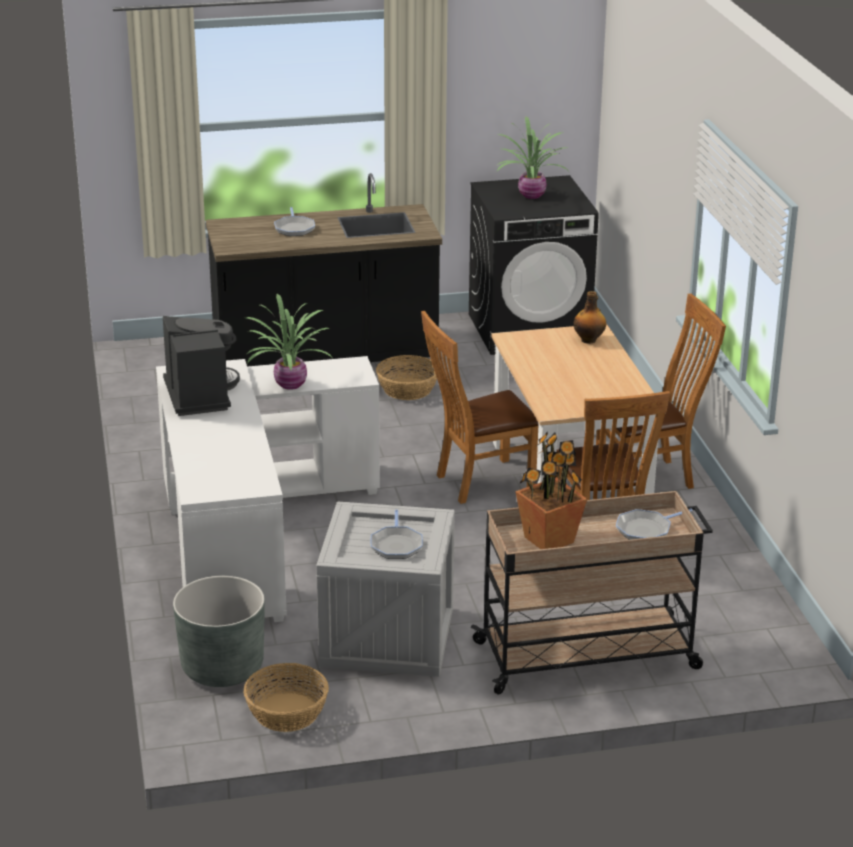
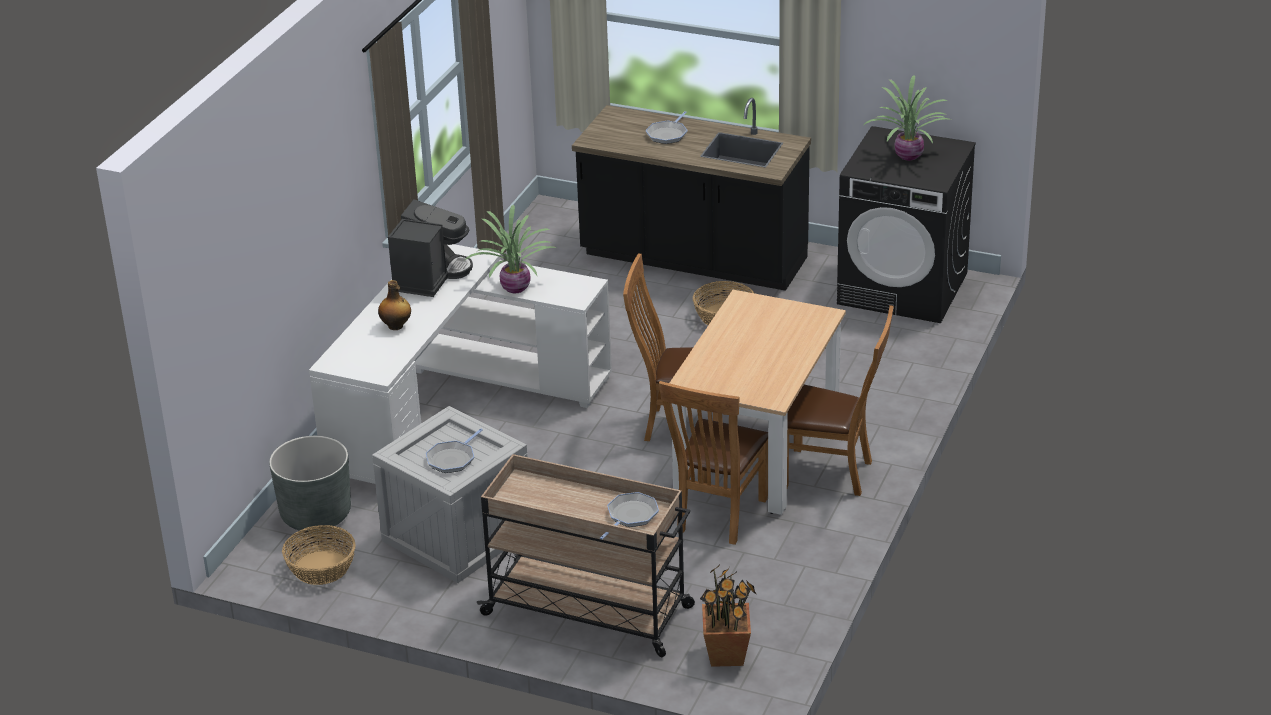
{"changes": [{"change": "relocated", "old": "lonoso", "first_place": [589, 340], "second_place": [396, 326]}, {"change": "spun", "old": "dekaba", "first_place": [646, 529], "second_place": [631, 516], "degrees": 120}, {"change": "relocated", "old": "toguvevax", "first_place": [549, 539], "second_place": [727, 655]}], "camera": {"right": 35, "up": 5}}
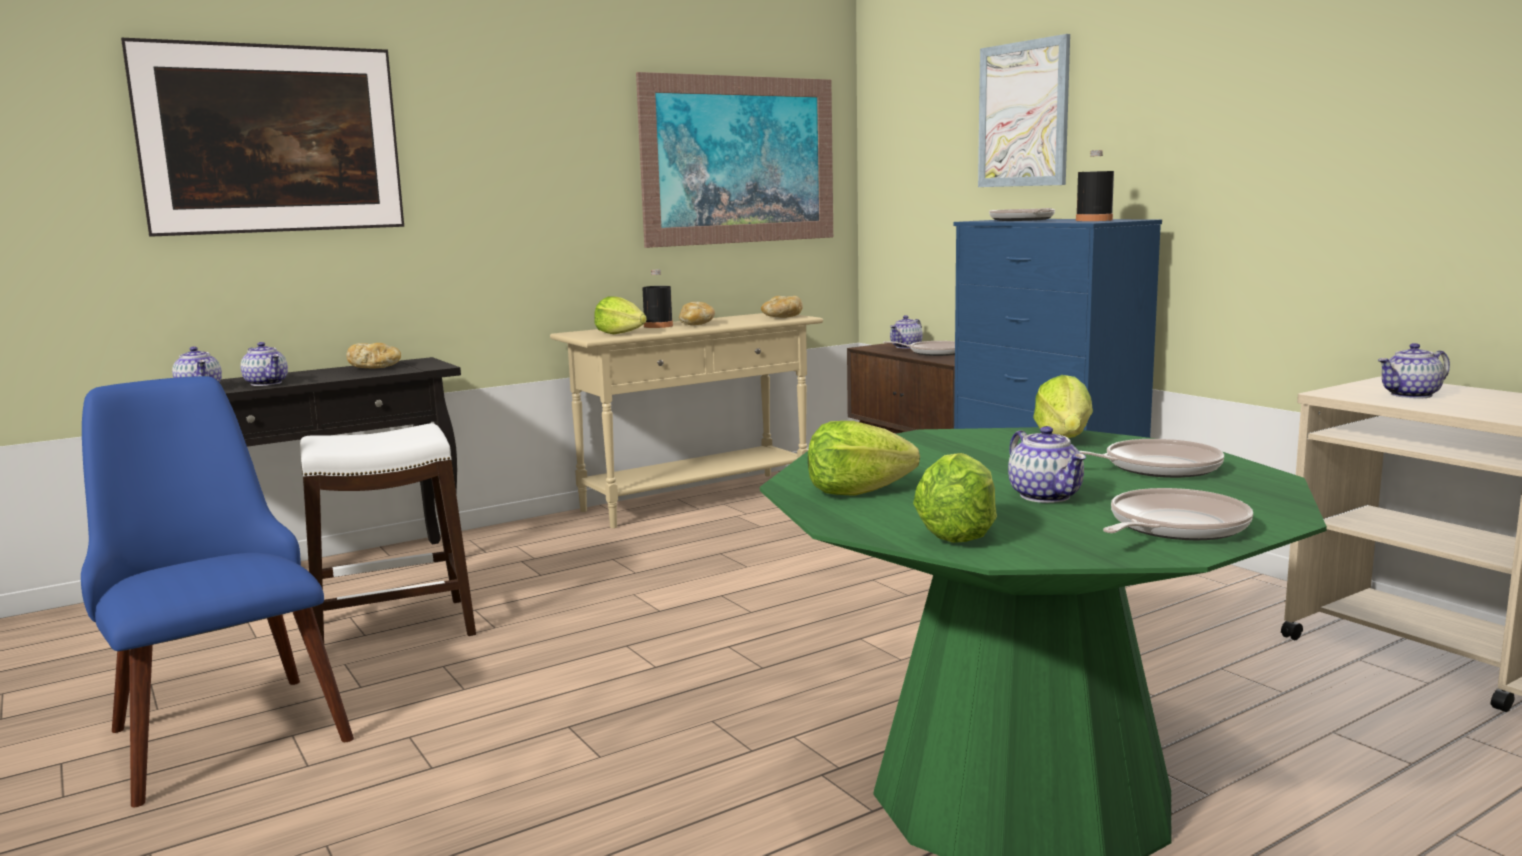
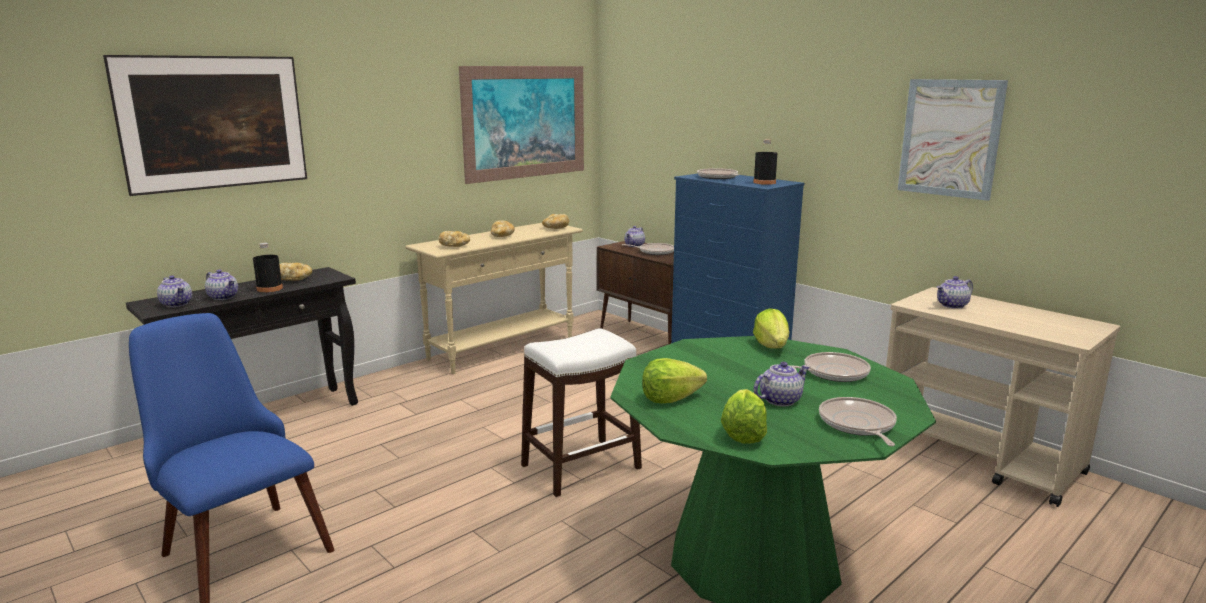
{"changes": [{"change": "relocated", "old": "black lonoso", "first_place": [658, 326], "second_place": [269, 289]}, {"change": "exchanged", "old": "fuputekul", "new": "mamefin", "first_place": [620, 333], "second_place": [454, 246]}, {"change": "relocated", "old": "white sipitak", "first_place": [392, 629], "second_place": [580, 466]}, {"change": "spun", "old": "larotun", "first_place": [1046, 496], "second_place": [780, 400], "degrees": -90}, {"change": "spun", "old": "dekaba", "first_place": [1173, 527], "second_place": [857, 425], "degrees": -45}, {"change": "relocated", "old": "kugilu", "first_place": [1023, 114], "second_place": [950, 138]}], "camera": {"right": -10, "up": 5}}
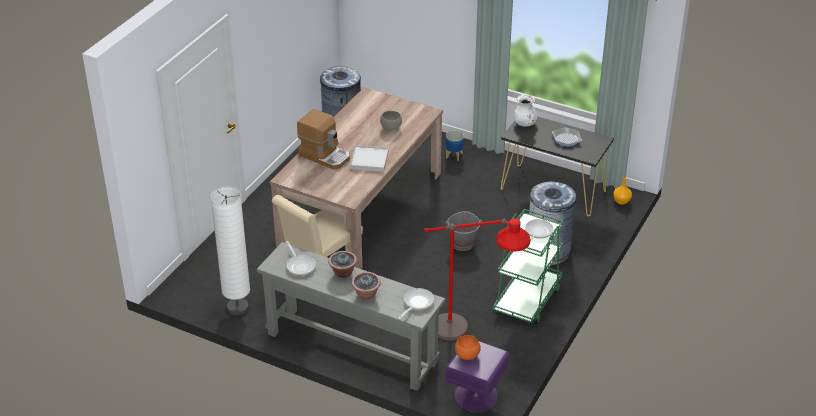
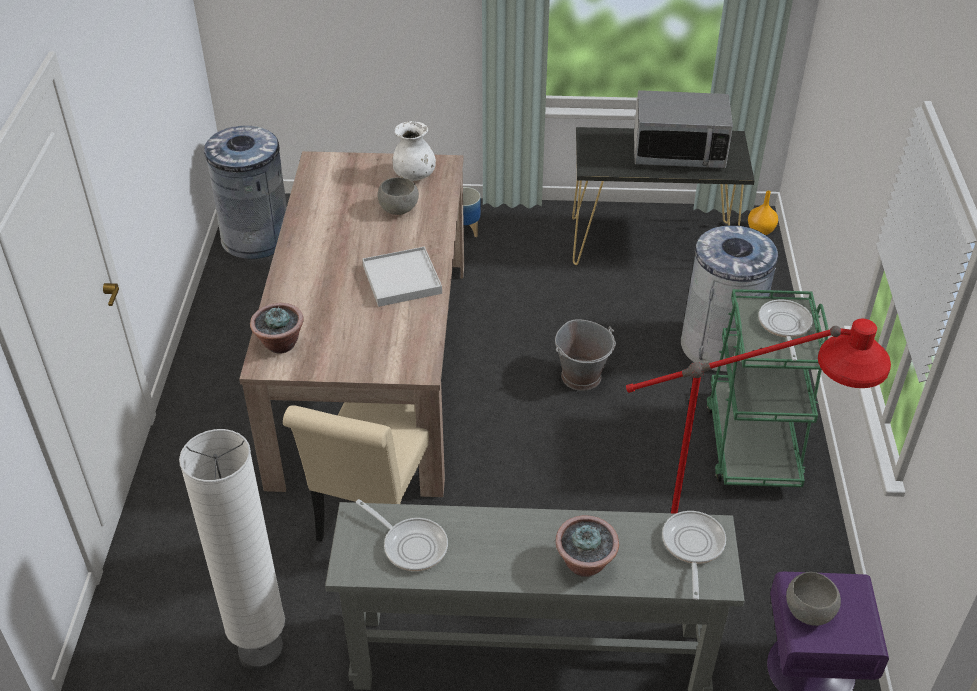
{"changes": [{"change": "relocated", "old": "toguvevax", "first_place": [343, 273], "second_place": [280, 344]}, {"change": "relocated", "old": "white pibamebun", "first_place": [525, 124], "second_place": [414, 175]}, {"change": "exchanged", "old": "dekaba", "new": "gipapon", "first_place": [566, 139], "second_place": [678, 152]}, {"change": "colour", "old": "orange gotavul", "new": "grey gotavul", "first_place": [467, 355], "second_place": [808, 612]}, {"change": "missing", "old": "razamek", "first_place": [325, 156]}], "camera": {"right": -25, "up": 5}}
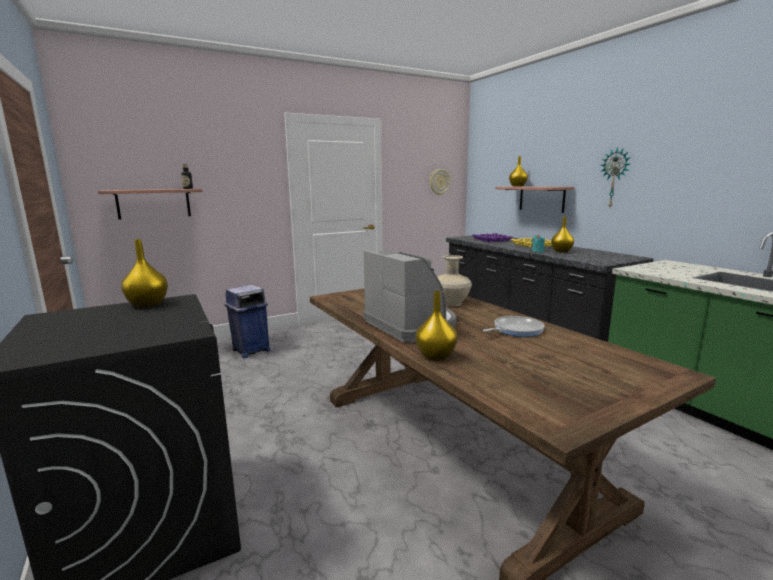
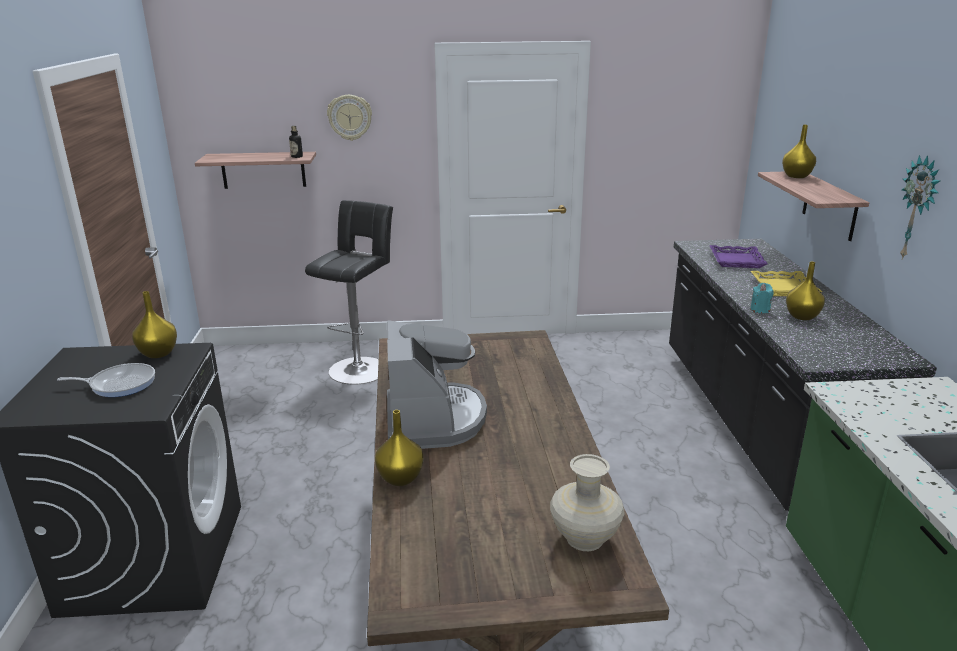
{"changes": [{"change": "relocated", "old": "dekaba", "first_place": [515, 330], "second_place": [119, 384]}, {"change": "exchanged", "old": "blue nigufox", "new": "black sipitak", "first_place": [250, 351], "second_place": [360, 368]}, {"change": "relocated", "old": "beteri", "first_place": [439, 182], "second_place": [350, 117]}, {"change": "relocated", "old": "beige pibamebun", "first_place": [450, 303], "second_place": [584, 537]}], "camera": {"right": 25, "up": 10}}
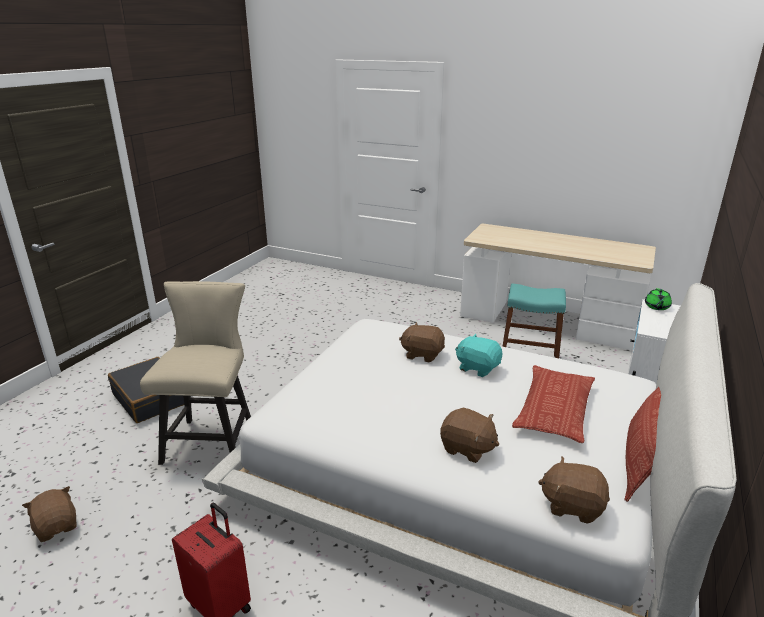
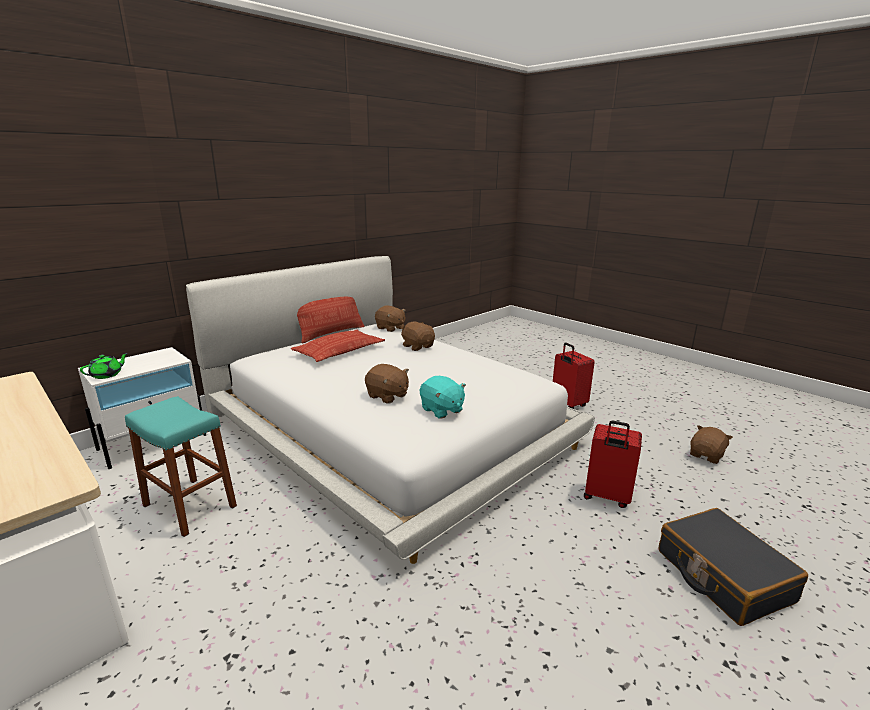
{"changes": [{"change": "relocated", "old": "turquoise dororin", "first_place": [477, 367], "second_place": [441, 410]}, {"change": "exchanged", "old": "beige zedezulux", "new": "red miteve", "first_place": [212, 438], "second_place": [606, 497]}, {"change": "spun", "old": "brown dororin", "first_place": [57, 526], "second_place": [706, 455], "degrees": -120}], "camera": {"right": -160, "up": -5}}
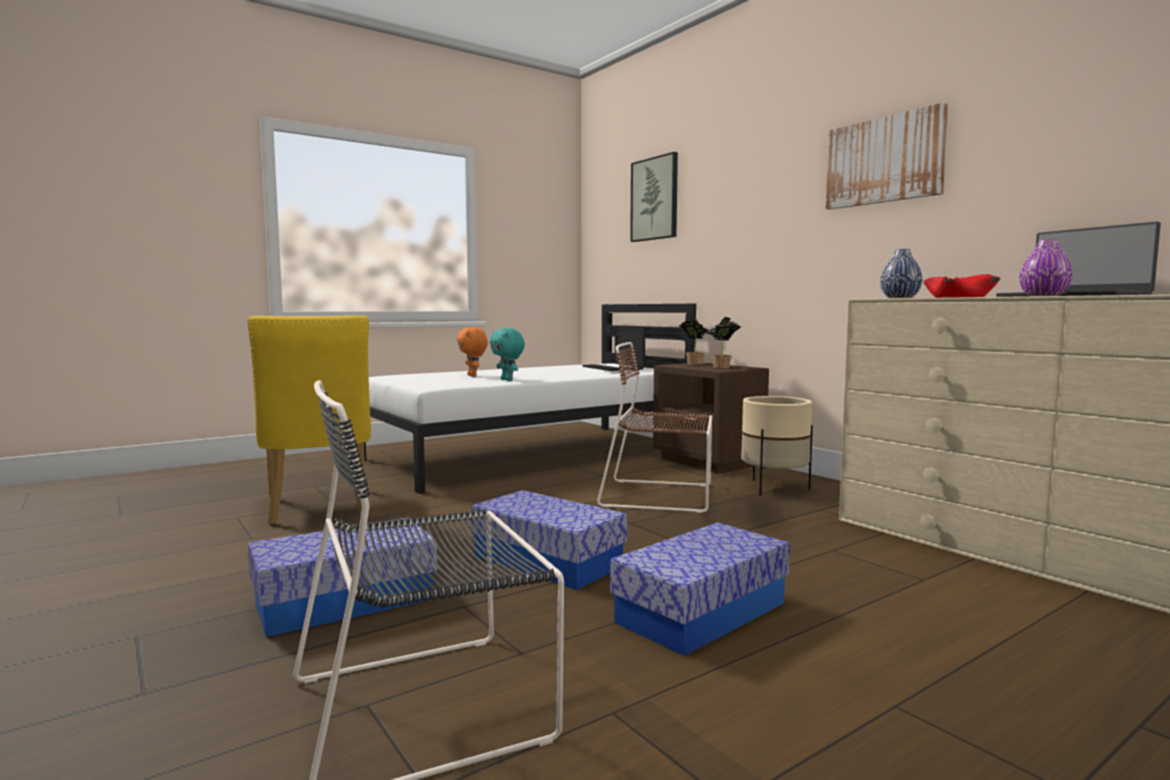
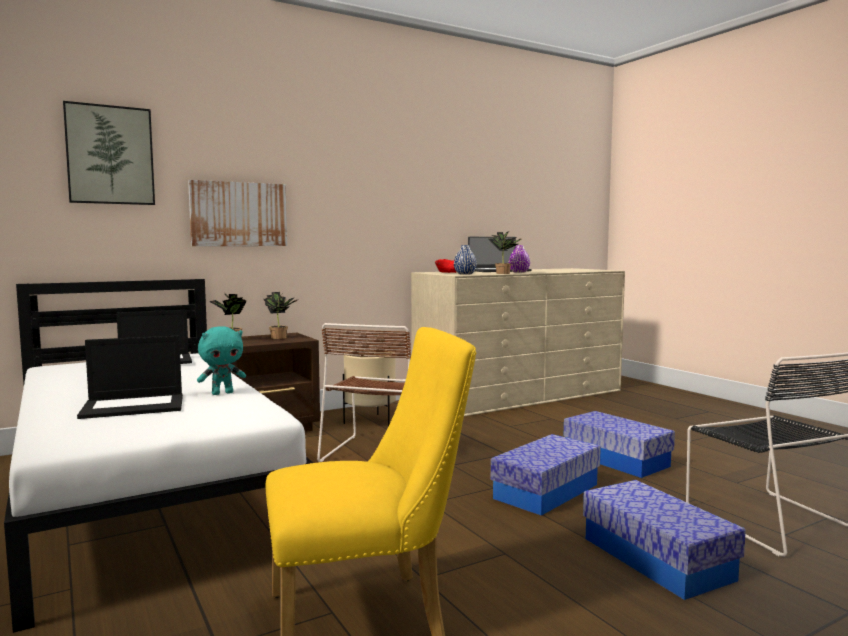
{"changes": [{"change": "exchanged", "old": "orange dororin", "new": "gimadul", "first_place": [473, 376], "second_place": [135, 406]}, {"change": "relocated", "old": "kugilu", "first_place": [884, 160], "second_place": [239, 214]}, {"change": "appeared", "new": "toguvevax", "second_place": [505, 273]}], "camera": {"right": -85, "up": 0}}
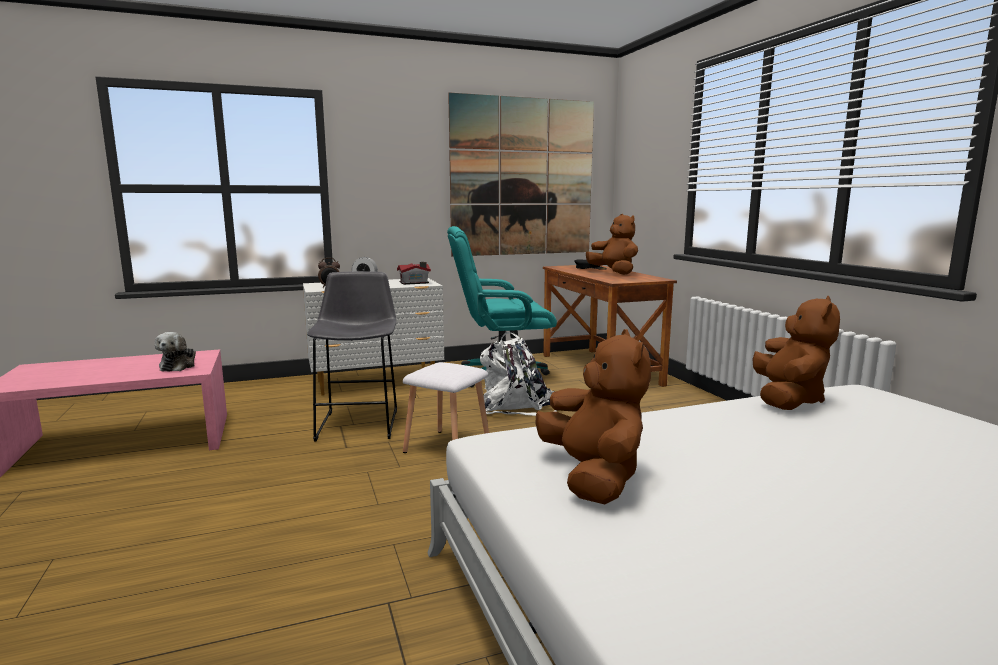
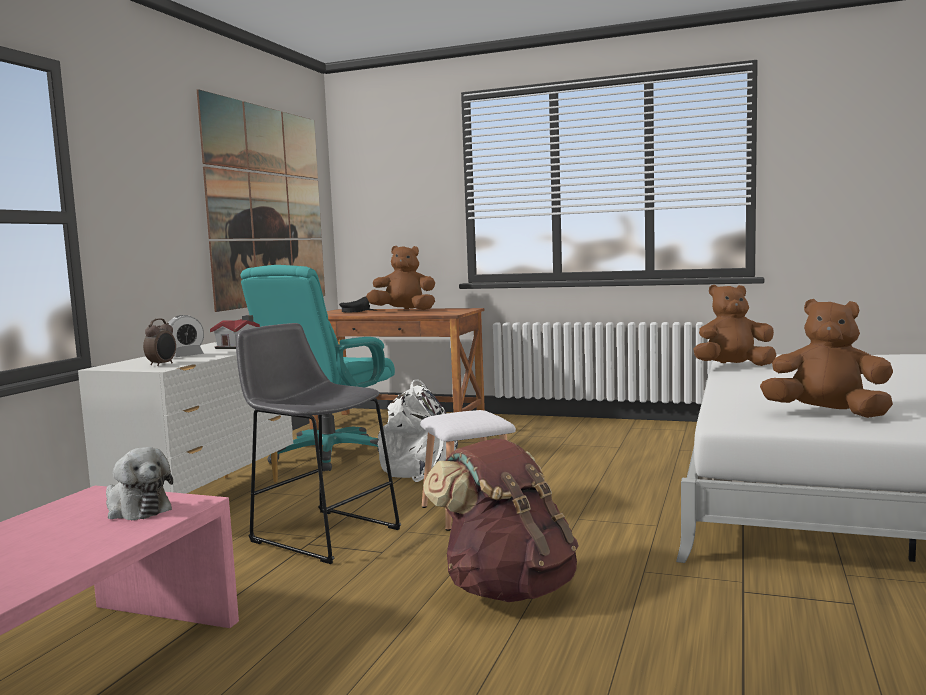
{"changes": [{"change": "appeared", "new": "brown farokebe", "second_place": [508, 588]}, {"change": "spun", "old": "brown dororin", "first_place": [787, 399], "second_place": [733, 366], "degrees": -60}], "camera": {"right": -50, "up": -5}}
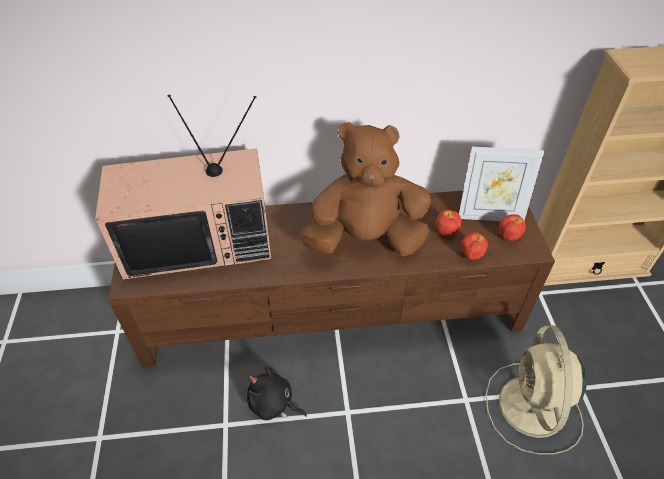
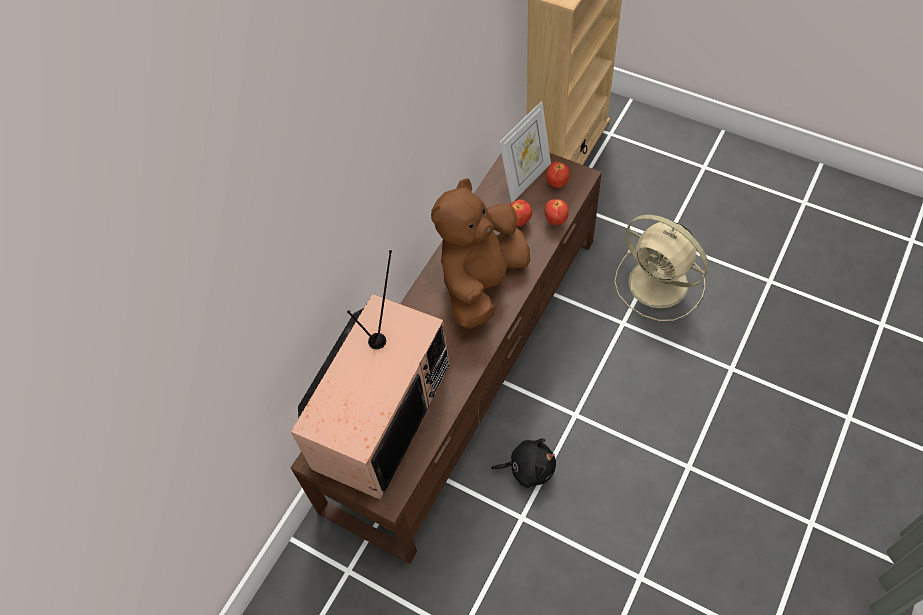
{"changes": [{"change": "spun", "old": "black dororin", "first_place": [273, 404], "second_place": [528, 468], "degrees": -150}], "camera": {"right": -50, "up": 10}}
